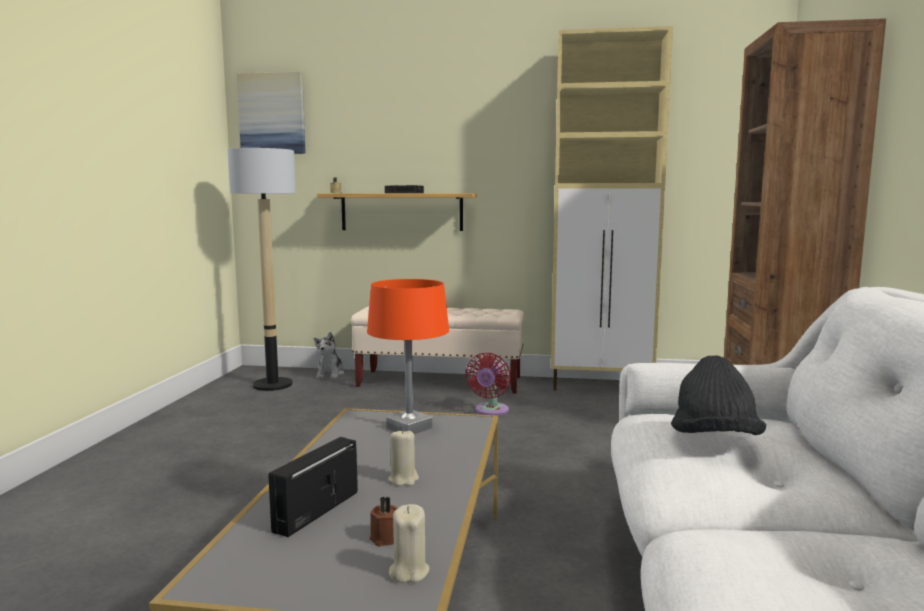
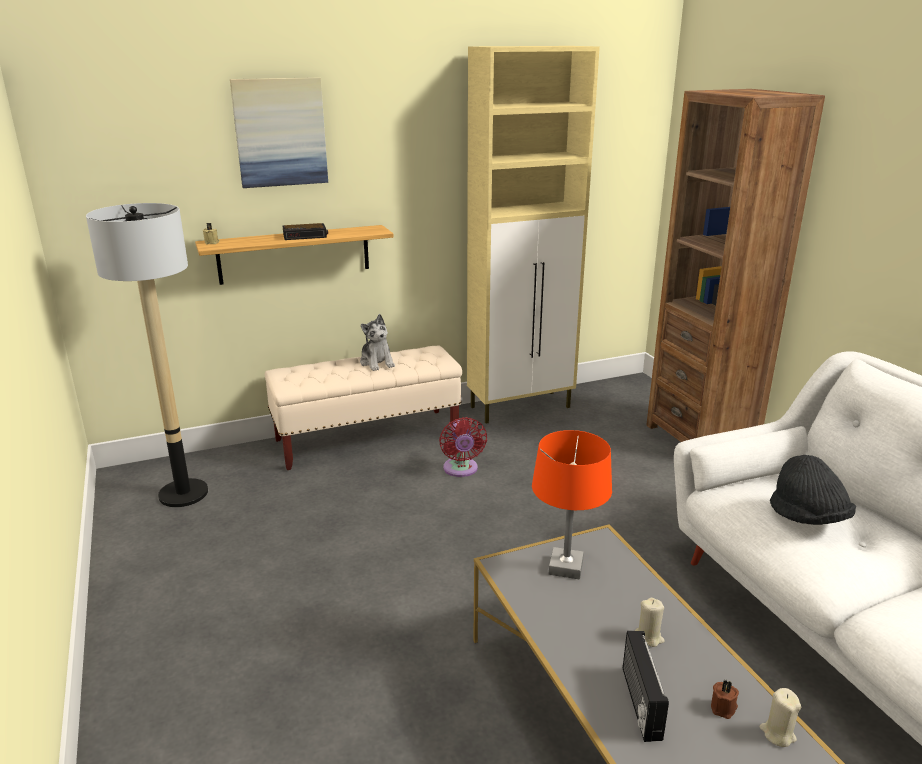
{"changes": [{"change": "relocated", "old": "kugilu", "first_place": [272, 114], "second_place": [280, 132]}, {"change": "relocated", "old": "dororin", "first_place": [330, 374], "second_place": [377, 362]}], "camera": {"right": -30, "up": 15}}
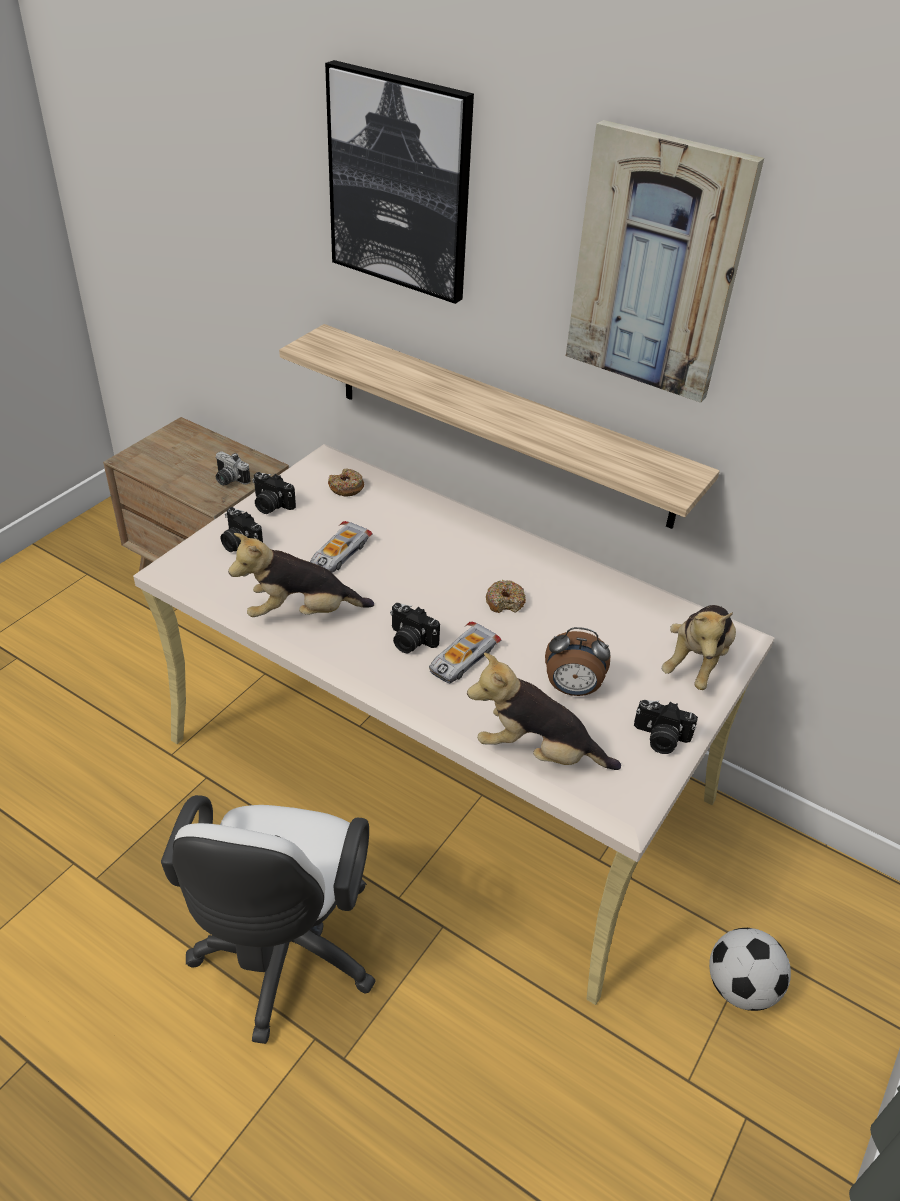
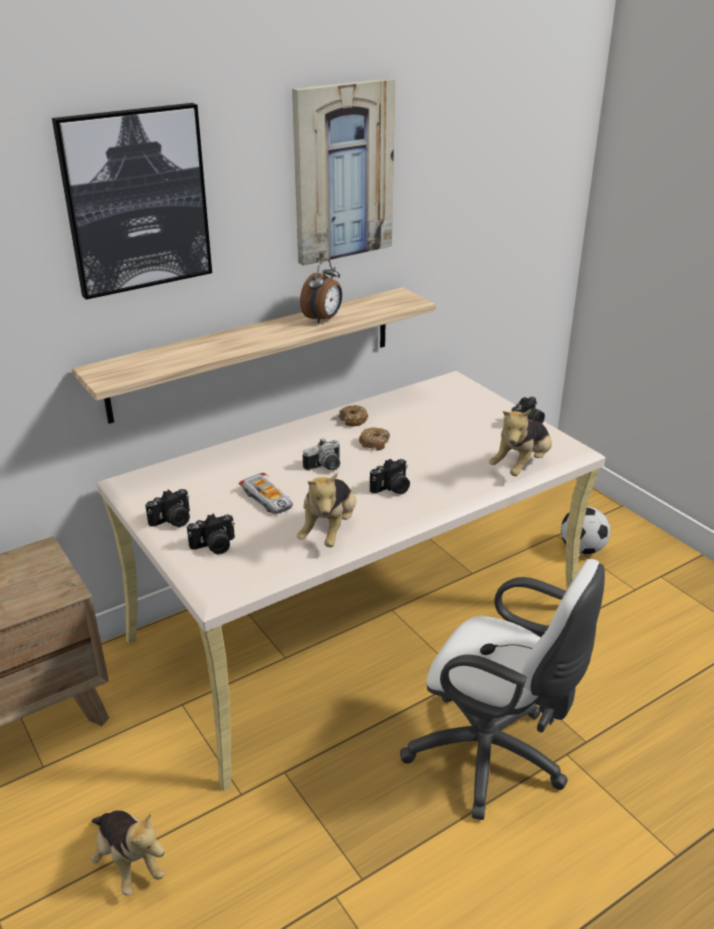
{"changes": [{"change": "relocated", "old": "dororin", "first_place": [696, 662], "second_place": [128, 862]}, {"change": "relocated", "old": "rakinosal", "first_place": [572, 689], "second_place": [323, 319]}, {"change": "relocated", "old": "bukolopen", "first_place": [228, 480], "second_place": [325, 467]}, {"change": "relocated", "old": "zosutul", "first_place": [346, 488], "second_place": [353, 420]}, {"change": "missing", "old": "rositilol", "first_place": [462, 659]}], "camera": {"right": -65, "up": -10}}
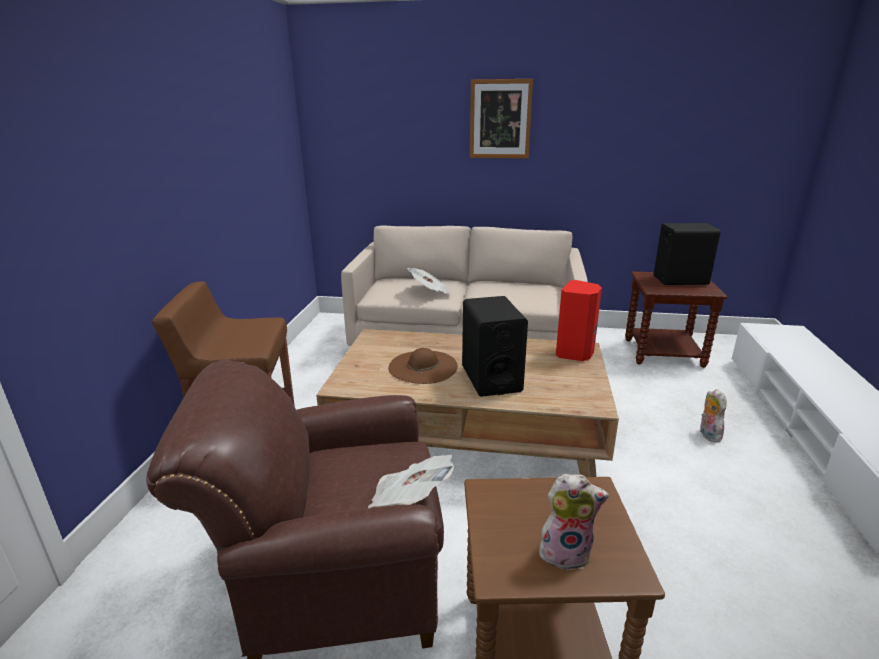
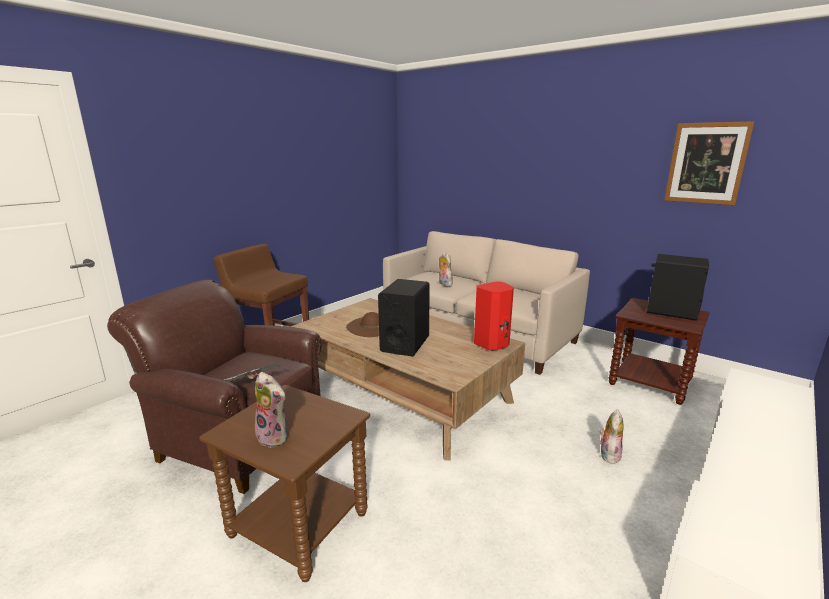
{"changes": [{"change": "exchanged", "old": "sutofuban", "new": "dororin", "first_place": [430, 292], "second_place": [444, 284]}, {"change": "relocated", "old": "kugilu", "first_place": [500, 119], "second_place": [706, 163]}], "camera": {"right": 30, "up": -5}}
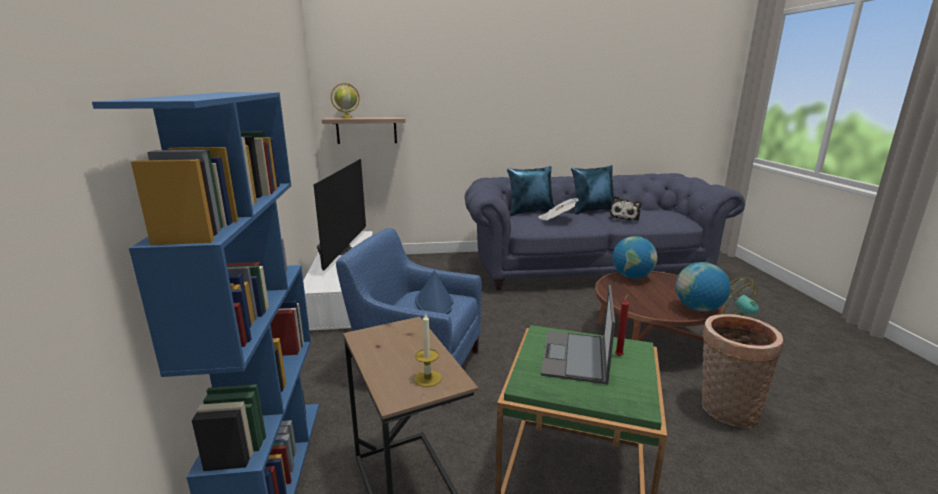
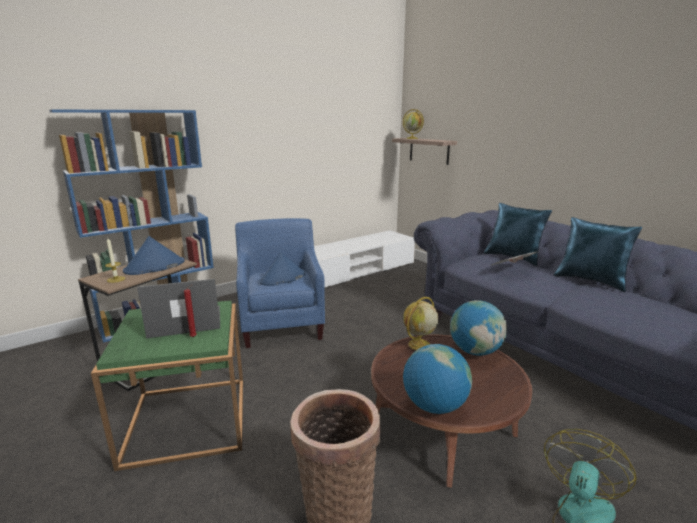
{"changes": [{"change": "appeared", "new": "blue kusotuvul", "second_place": [154, 267]}, {"change": "appeared", "new": "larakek", "second_place": [419, 345]}, {"change": "missing", "old": "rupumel", "first_place": [340, 251]}, {"change": "missing", "old": "dororin", "first_place": [625, 218]}], "camera": {"right": 60, "up": 0}}
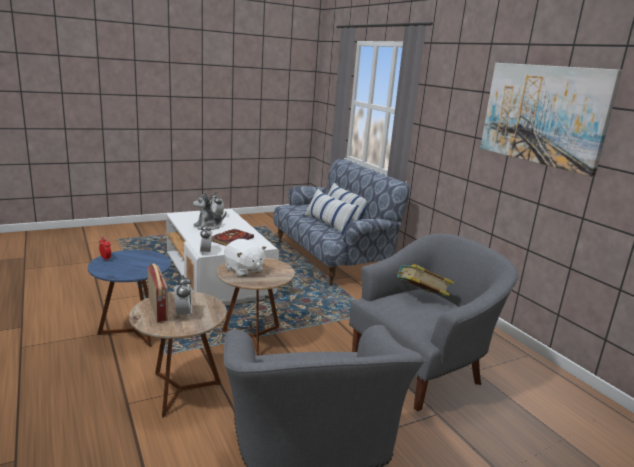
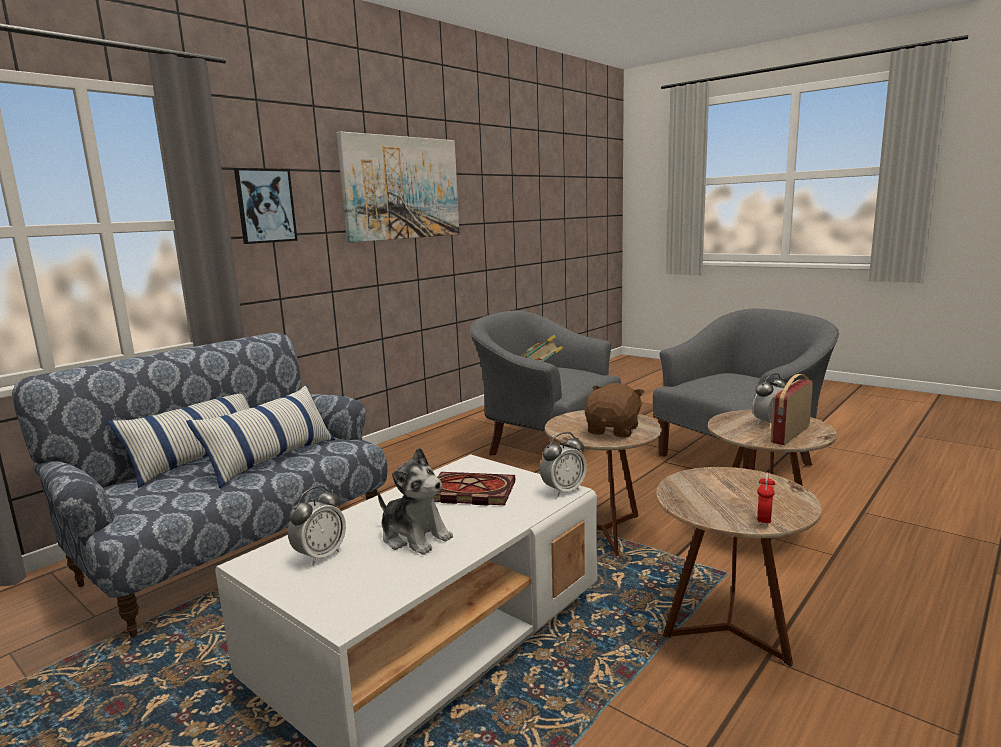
{"changes": [{"change": "appeared", "new": "kugilu", "second_place": [265, 206]}, {"change": "colour", "old": "white dororin", "new": "brown dororin", "first_place": [243, 270], "second_place": [613, 430]}, {"change": "colour", "old": "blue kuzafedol", "new": "brown kuzafedol", "first_place": [133, 332], "second_place": [728, 631]}], "camera": {"right": -110, "up": -5}}
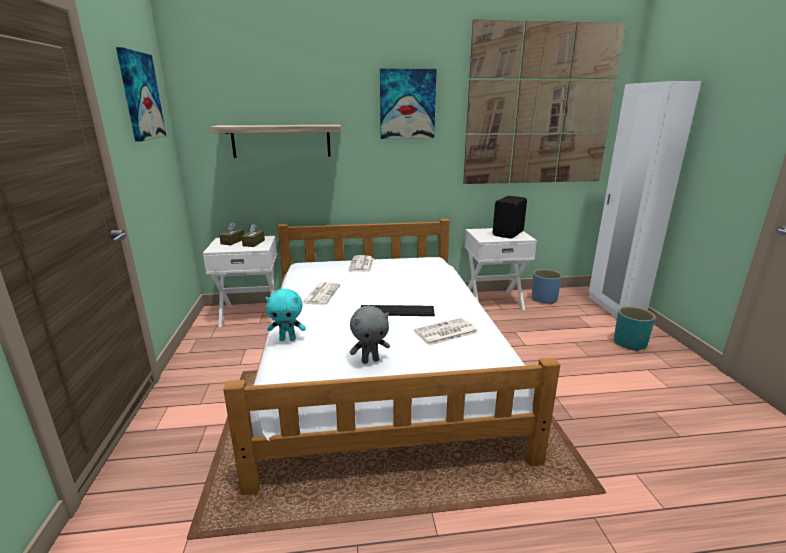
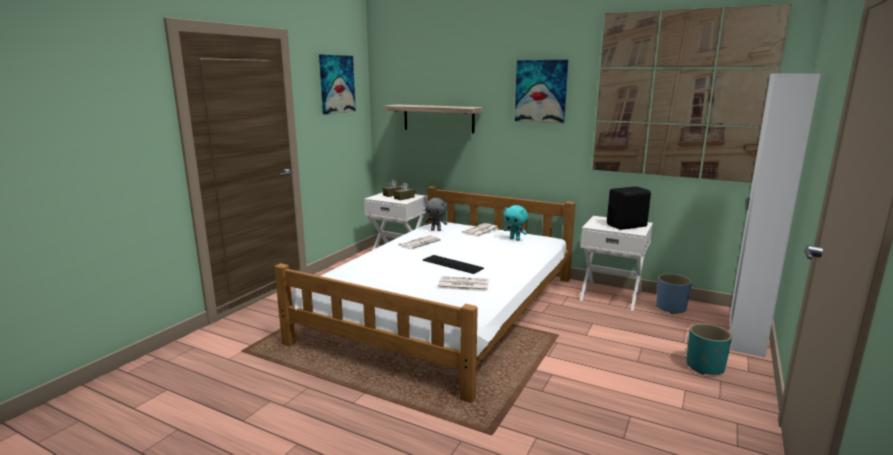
{"changes": [{"change": "relocated", "old": "grey dororin", "first_place": [370, 360], "second_place": [436, 230]}, {"change": "relocated", "old": "turquoise dororin", "first_place": [288, 339], "second_place": [515, 239]}], "camera": {"right": 35, "up": -5}}
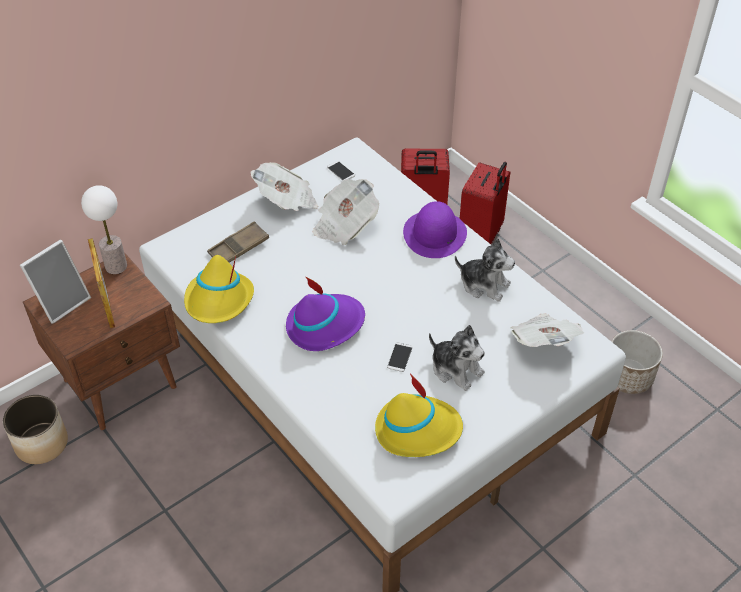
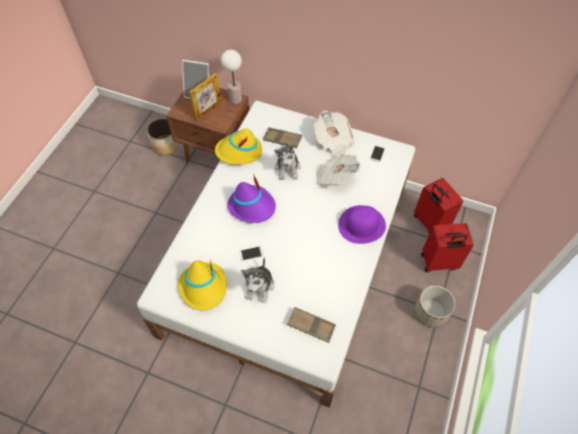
{"changes": [{"change": "relocated", "old": "dororin", "first_place": [484, 284], "second_place": [288, 168]}, {"change": "exchanged", "old": "sutofuban", "new": "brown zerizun", "first_place": [543, 342], "second_place": [311, 326]}, {"change": "relocated", "old": "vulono", "first_place": [628, 377], "second_place": [430, 312]}], "camera": {"right": 60, "up": 10}}
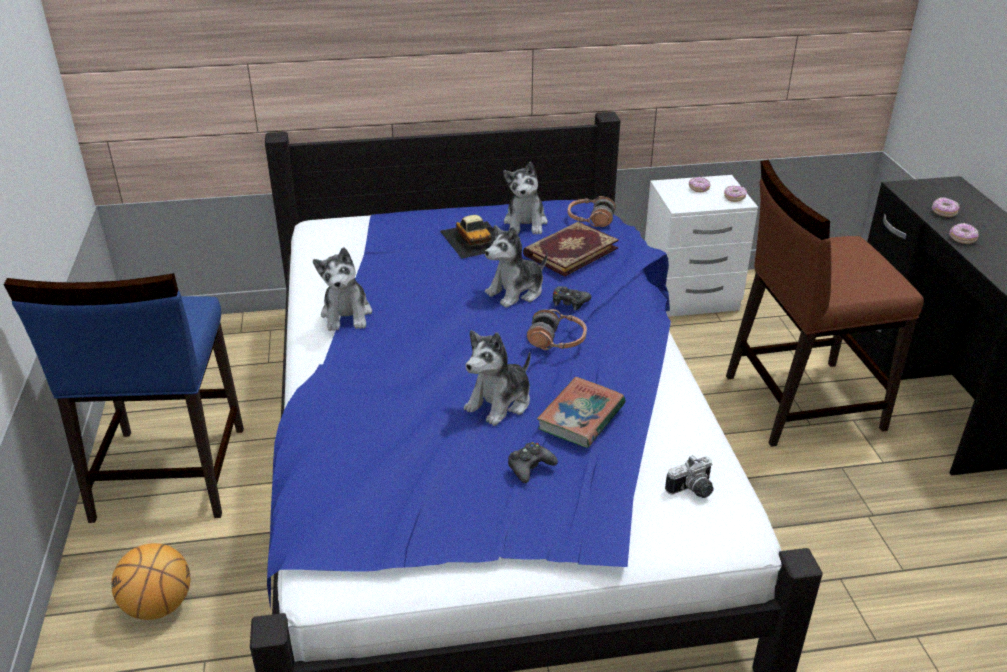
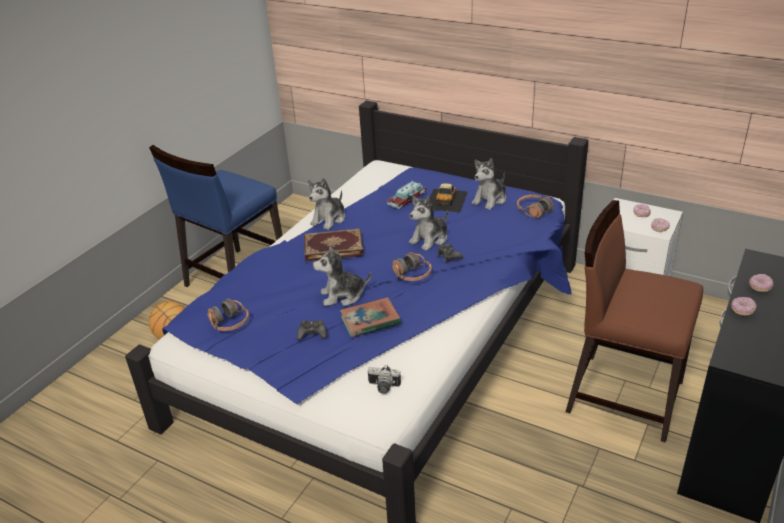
{"changes": [{"change": "appeared", "new": "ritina", "second_place": [229, 323]}, {"change": "relocated", "old": "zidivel", "first_place": [569, 251], "second_place": [333, 246]}, {"change": "appeared", "new": "rositilol", "second_place": [408, 199]}, {"change": "spun", "old": "dororin", "first_place": [516, 292], "second_place": [430, 239], "degrees": -45}], "camera": {"right": 40, "up": 0}}
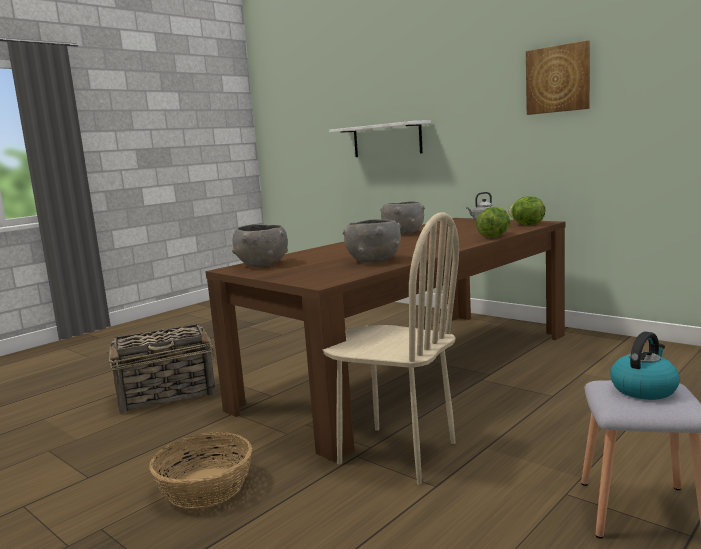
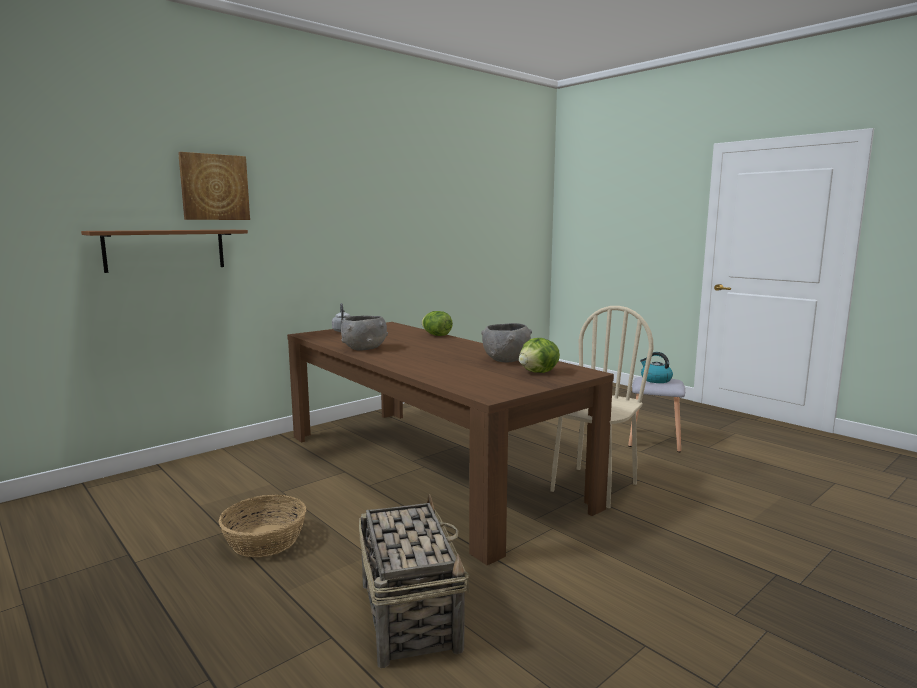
{"changes": [{"change": "colour", "old": "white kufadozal", "new": "brown kufadozal", "first_place": [387, 140], "second_place": [165, 250]}, {"change": "relocated", "old": "kugilu", "first_place": [558, 79], "second_place": [214, 187]}, {"change": "relocated", "old": "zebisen", "first_place": [206, 488], "second_place": [265, 540]}, {"change": "relocated", "old": "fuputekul", "first_place": [526, 225], "second_place": [538, 372]}, {"change": "missing", "old": "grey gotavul", "first_place": [263, 264]}], "camera": {"right": -85, "up": 0}}
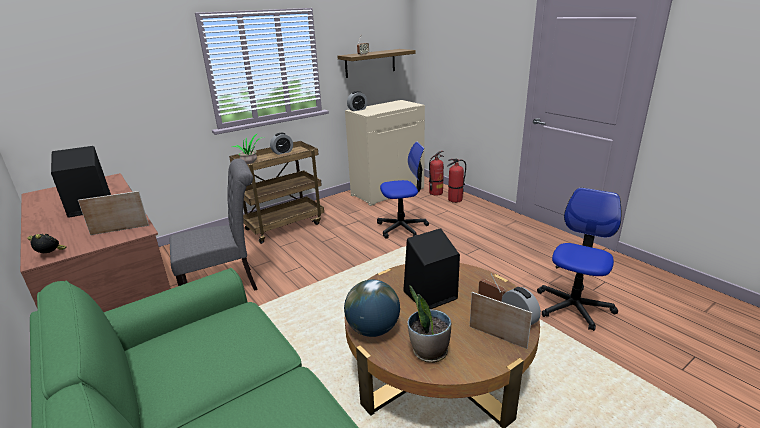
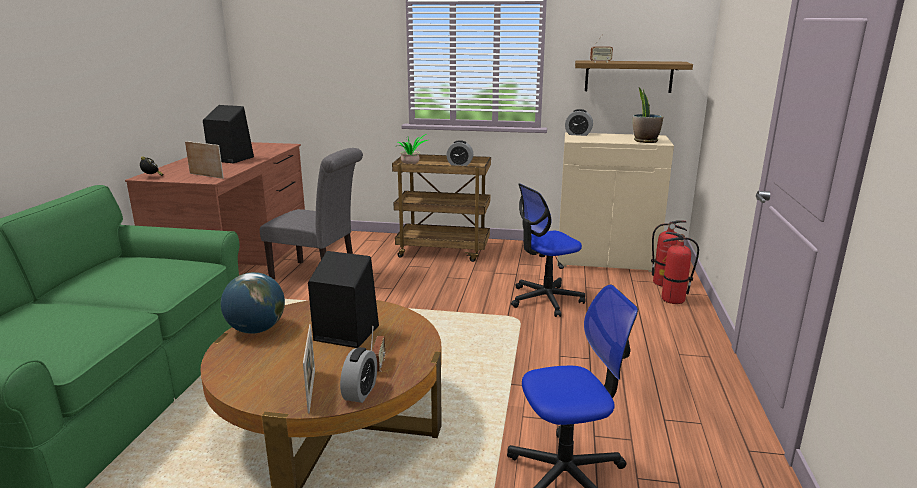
{"changes": [{"change": "spun", "old": "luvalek", "first_place": [402, 228], "second_place": [545, 300], "degrees": 120}, {"change": "relocated", "old": "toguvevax", "first_place": [429, 352], "second_place": [645, 141]}], "camera": {"right": 45, "up": -5}}
